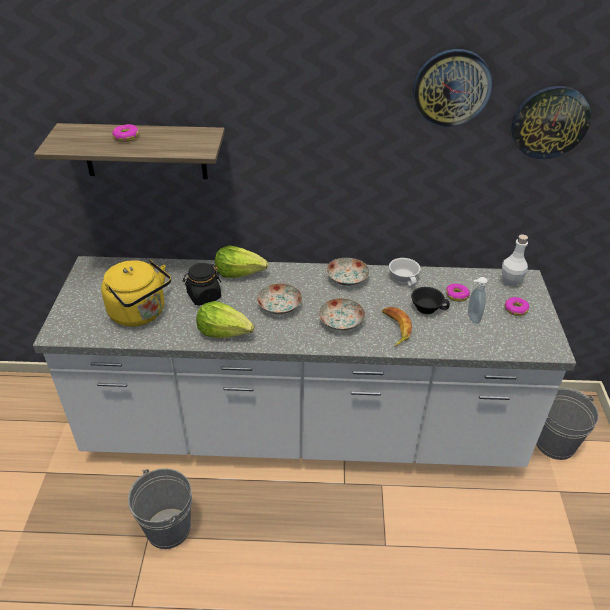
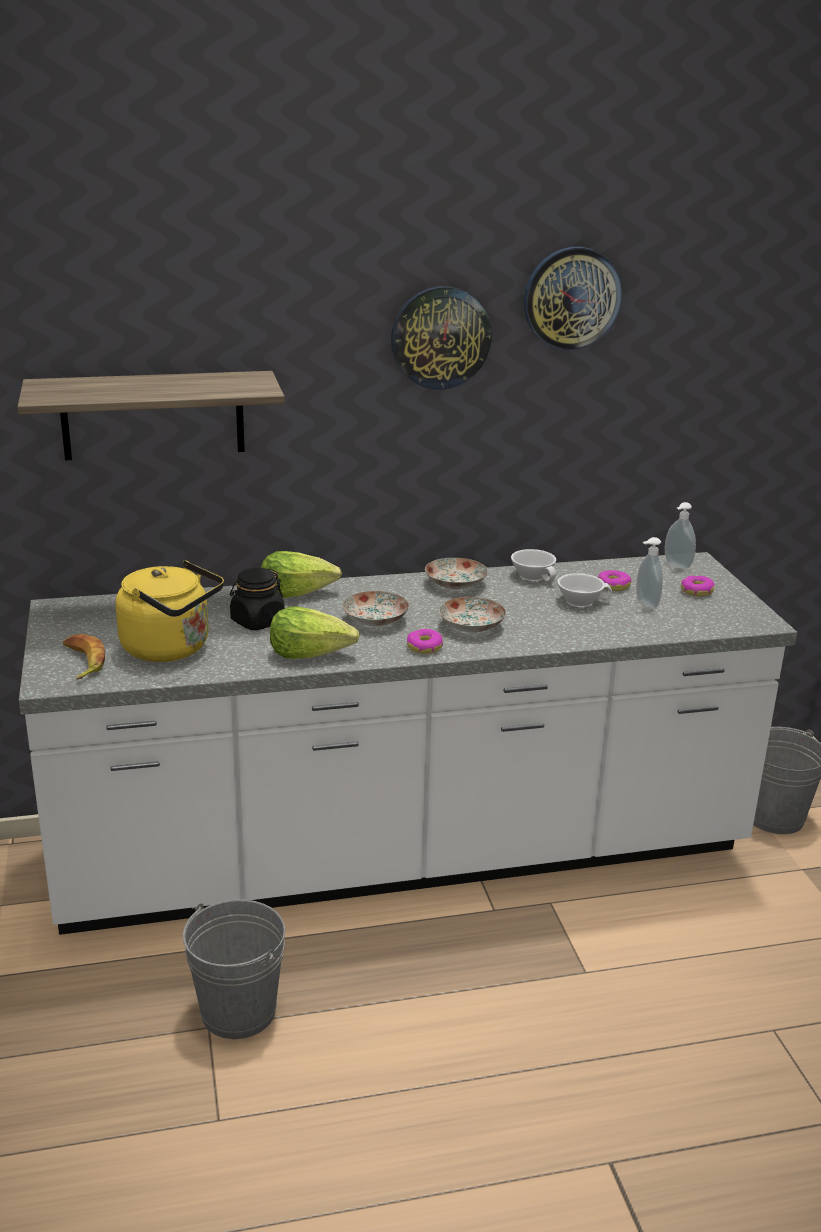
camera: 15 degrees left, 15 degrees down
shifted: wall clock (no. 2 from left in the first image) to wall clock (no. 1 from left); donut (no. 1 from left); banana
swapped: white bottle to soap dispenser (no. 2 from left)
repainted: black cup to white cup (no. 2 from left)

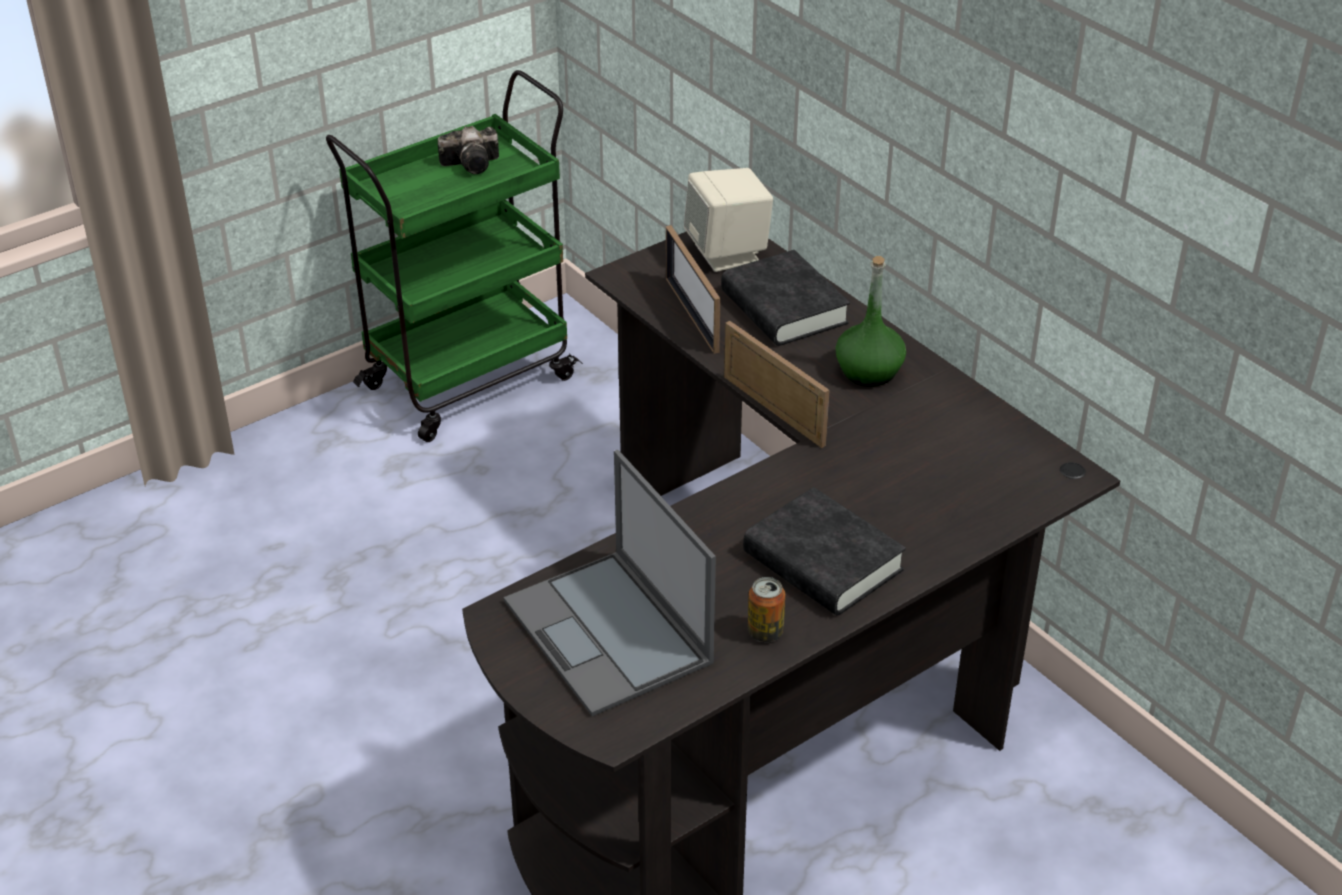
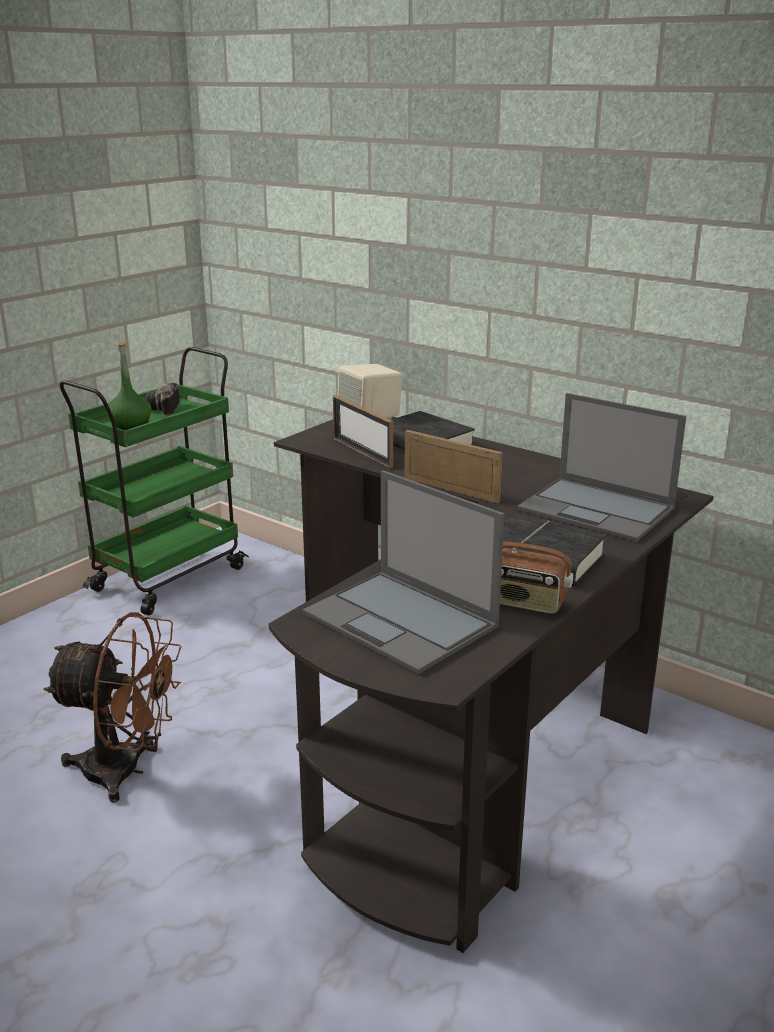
camera: 15 degrees left, 15 degrees down
new: laptop (no. 2 from left); brown fan
shifted: green bottle
swapped: can to radio
rotated: photo camera 120 degrees clockwise

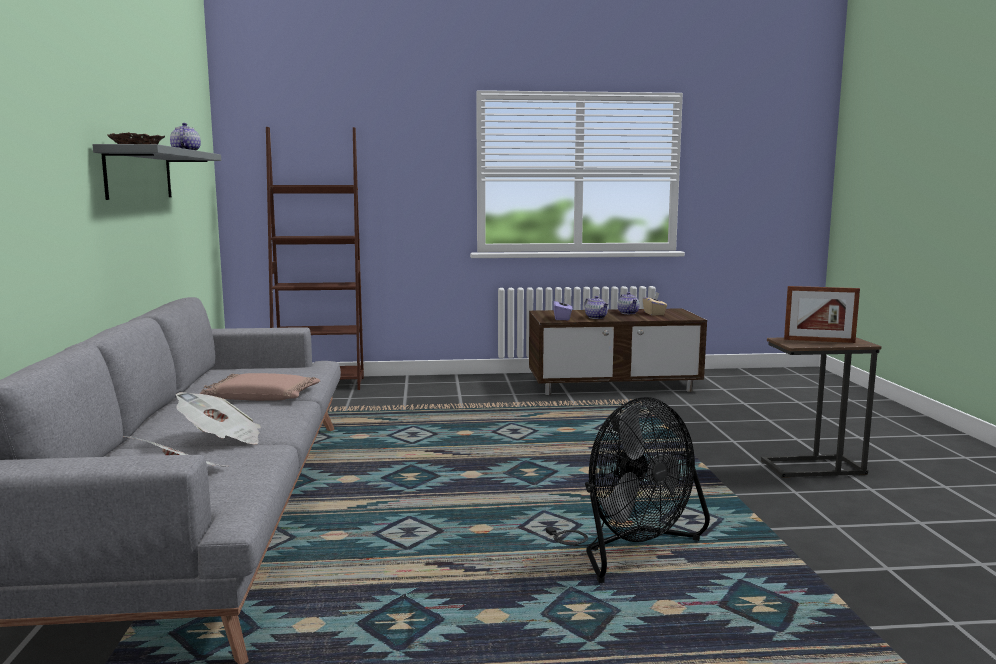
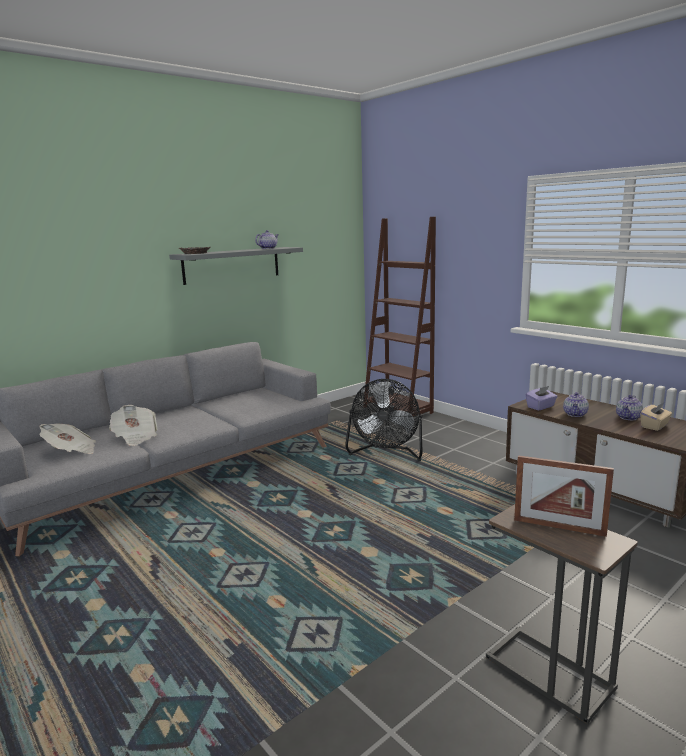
camera: 55 degrees right, 5 degrees up
gone: beige pillow
shifted: black fan
rotated: picture frame 45 degrees counterclockwise

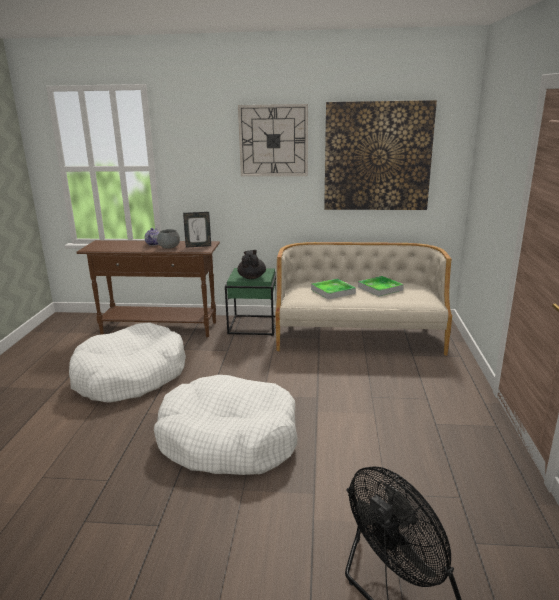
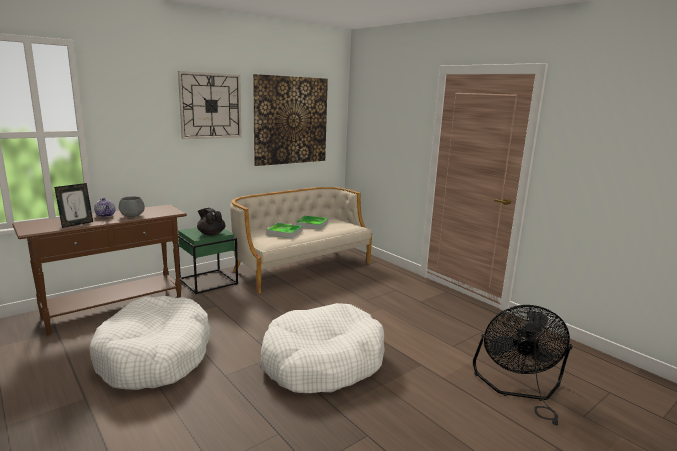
camera: 45 degrees left, 5 degrees down
shifted: picture frame

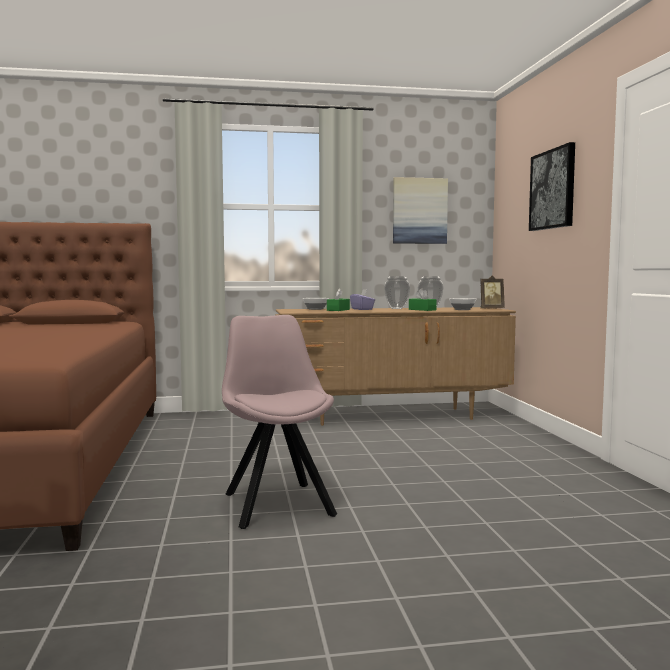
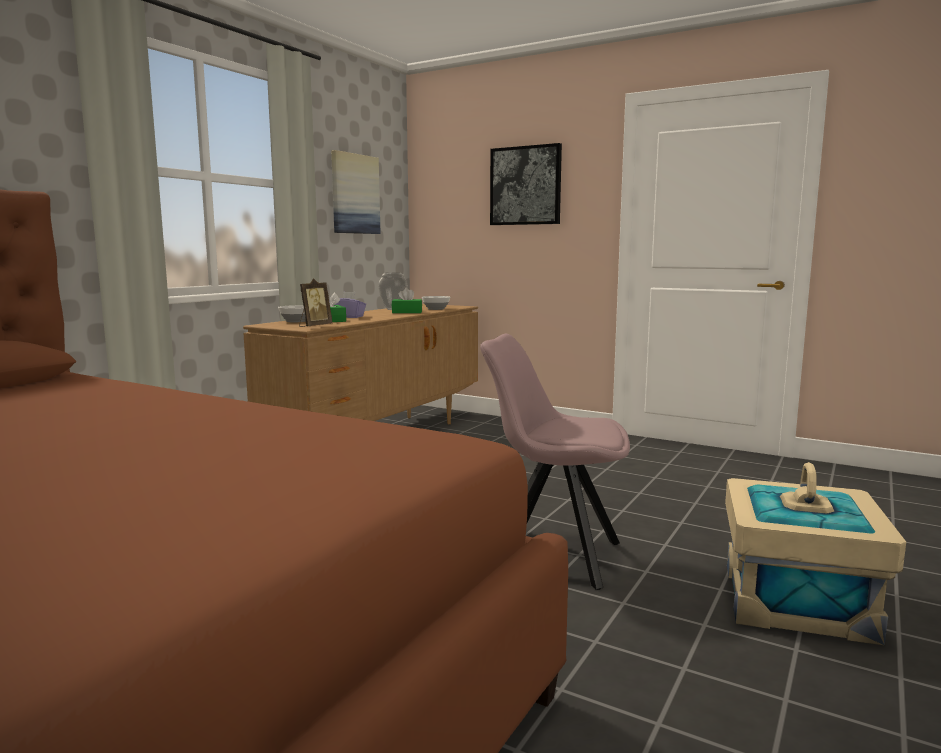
camera: 50 degrees left, 5 degrees up
gone: vase (no. 1 from left)
new: beige storage box
shifted: picture frame

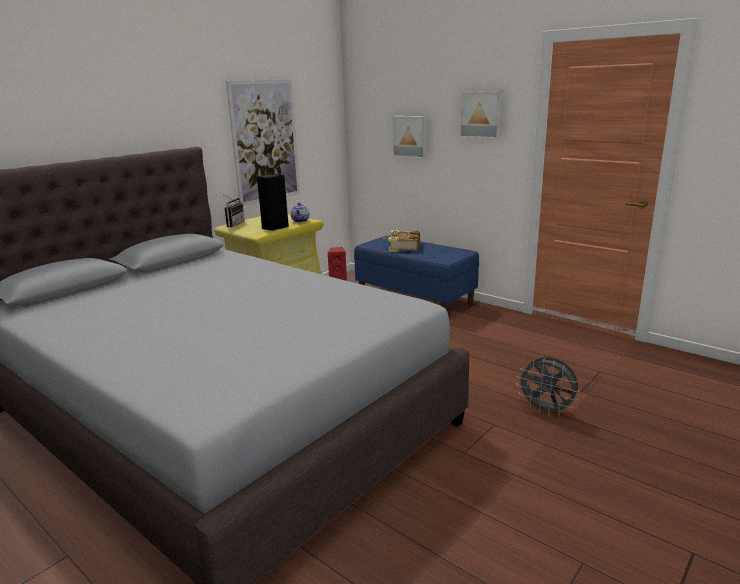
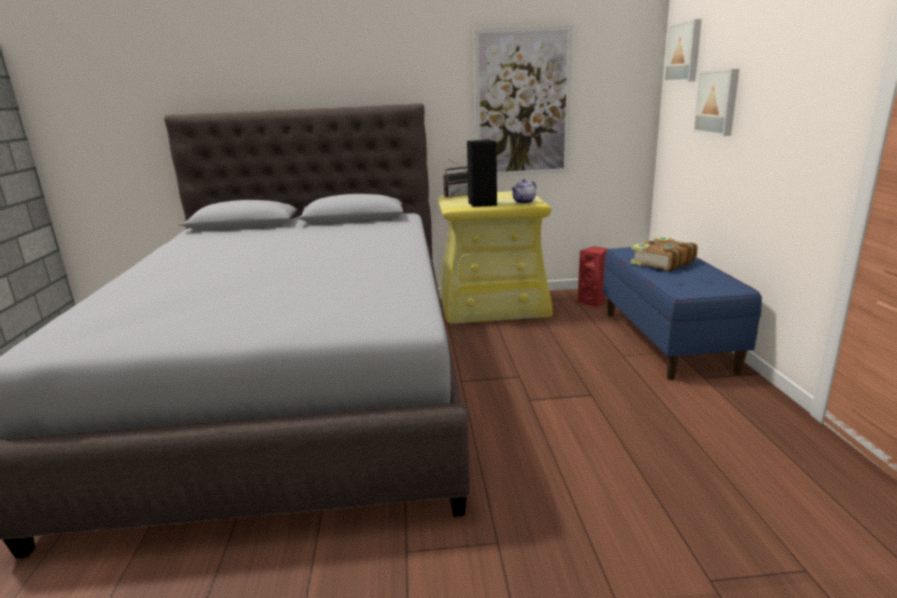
camera: 45 degrees right, 0 degrees up
gone: grey fan
shifted: picture (no. 3 from left in the first image) to picture (no. 2 from left)

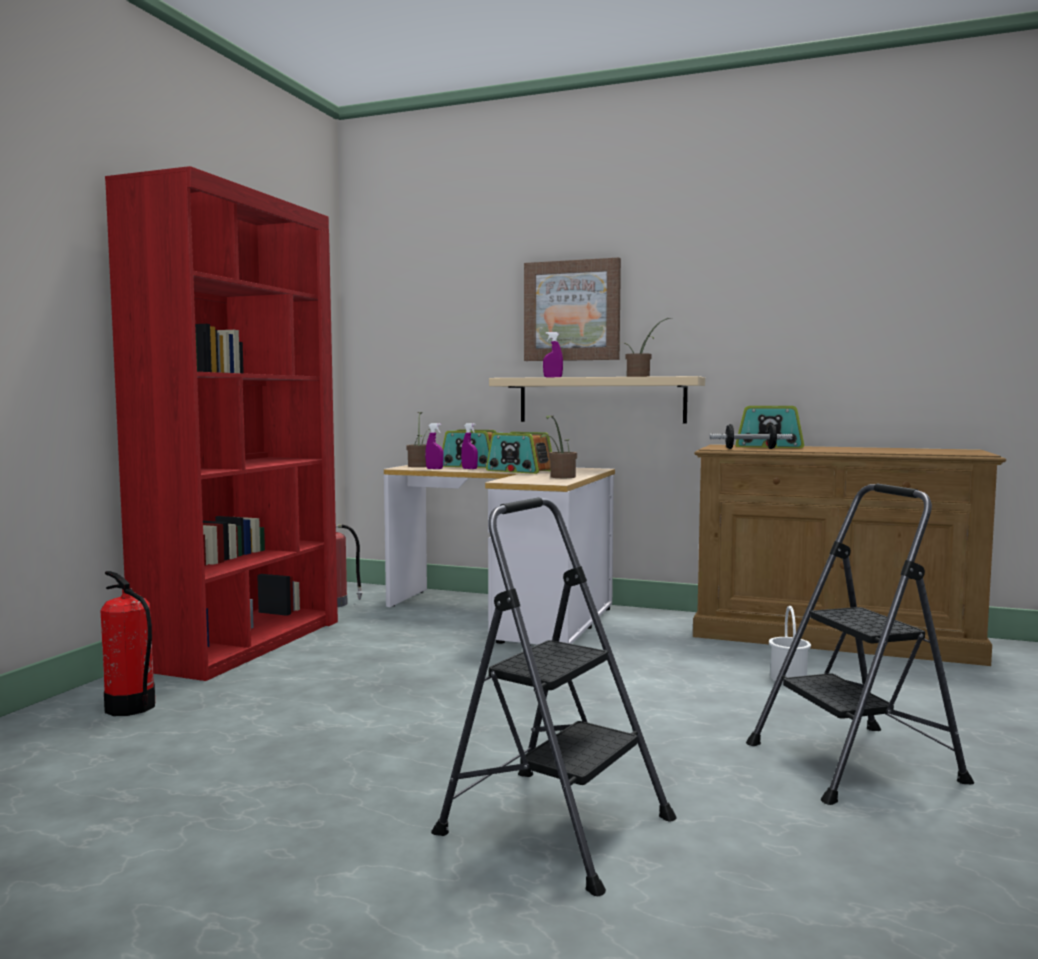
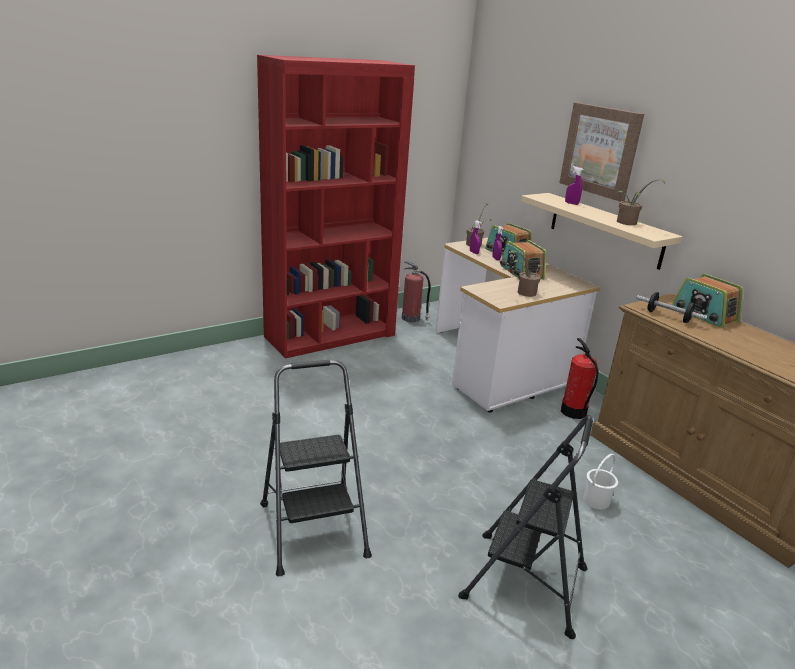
camera: 35 degrees right, 20 degrees up
shifted: fire extinguisher (no. 1 from left in the first image) to fire extinguisher (no. 2 from left)

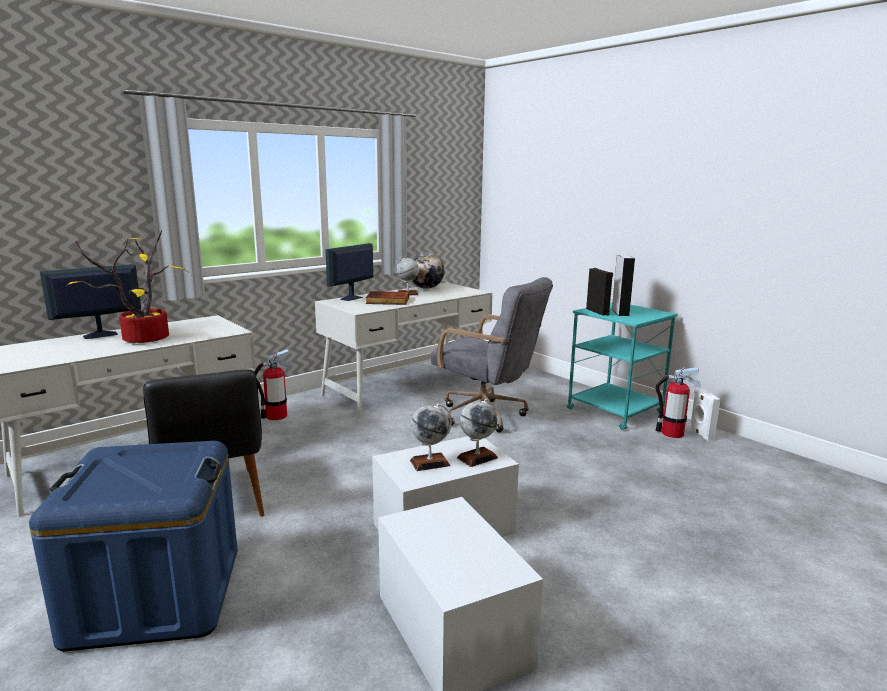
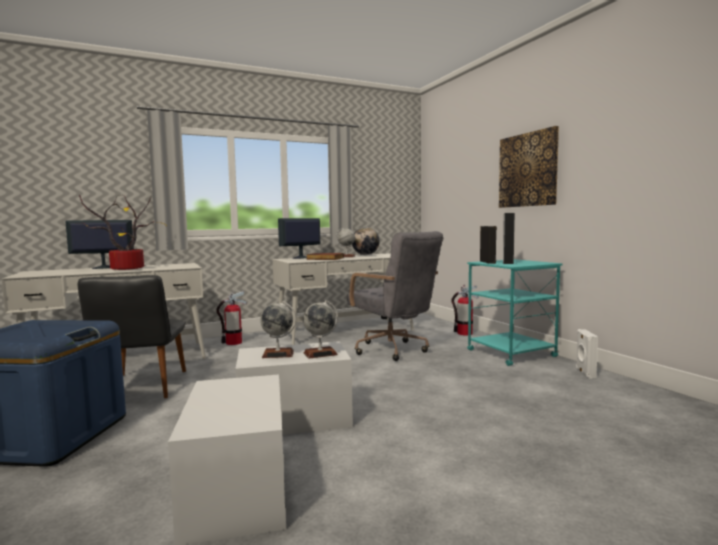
camera: 15 degrees right, 10 degrees down
new: picture
shifted: fire extinguisher (no. 2 from left)

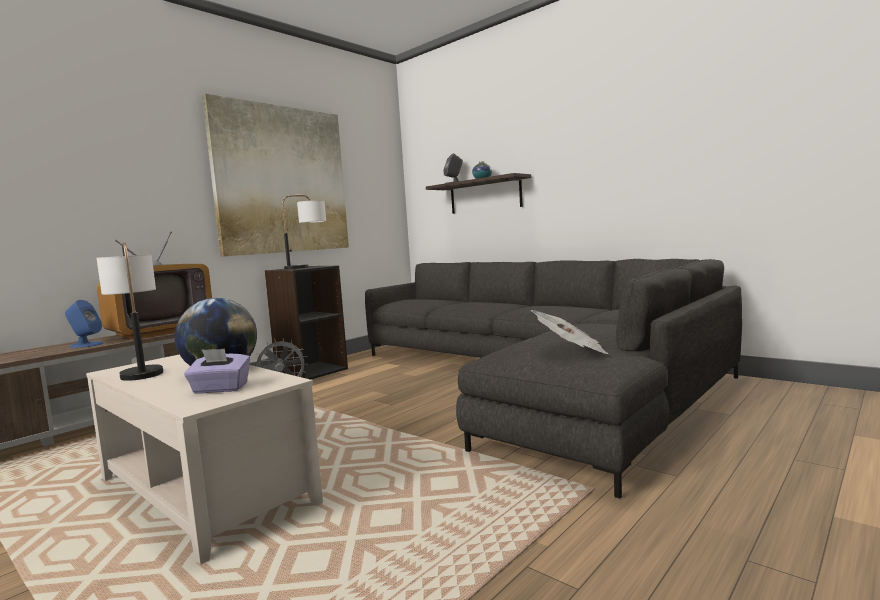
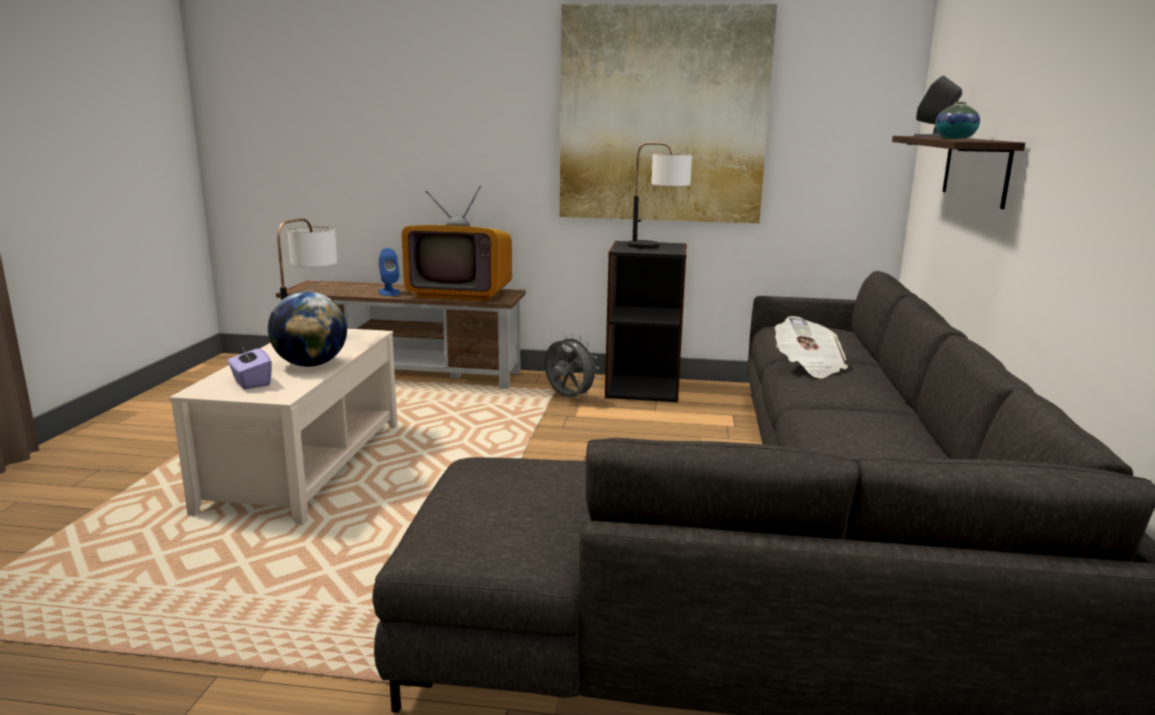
camera: 55 degrees right, 10 degrees up
shifted: newspaper

